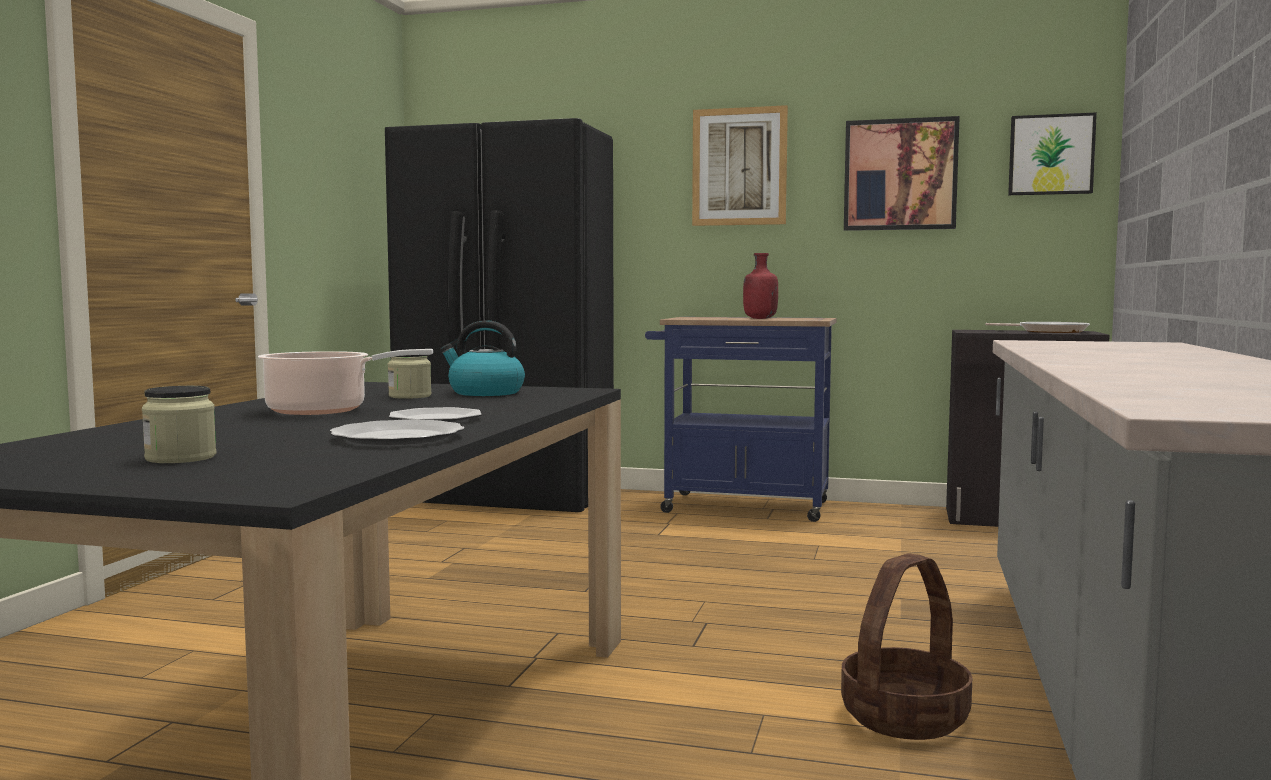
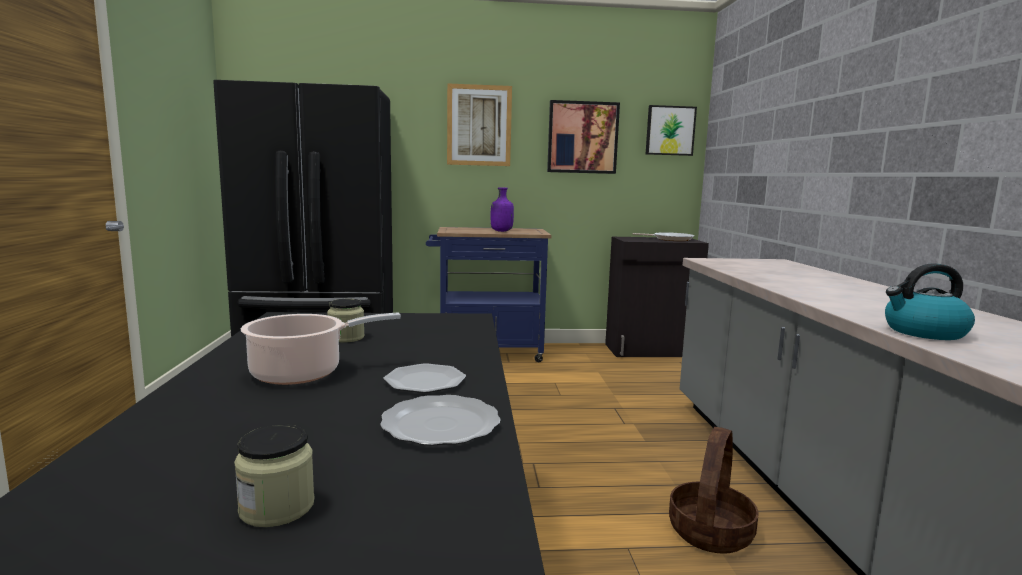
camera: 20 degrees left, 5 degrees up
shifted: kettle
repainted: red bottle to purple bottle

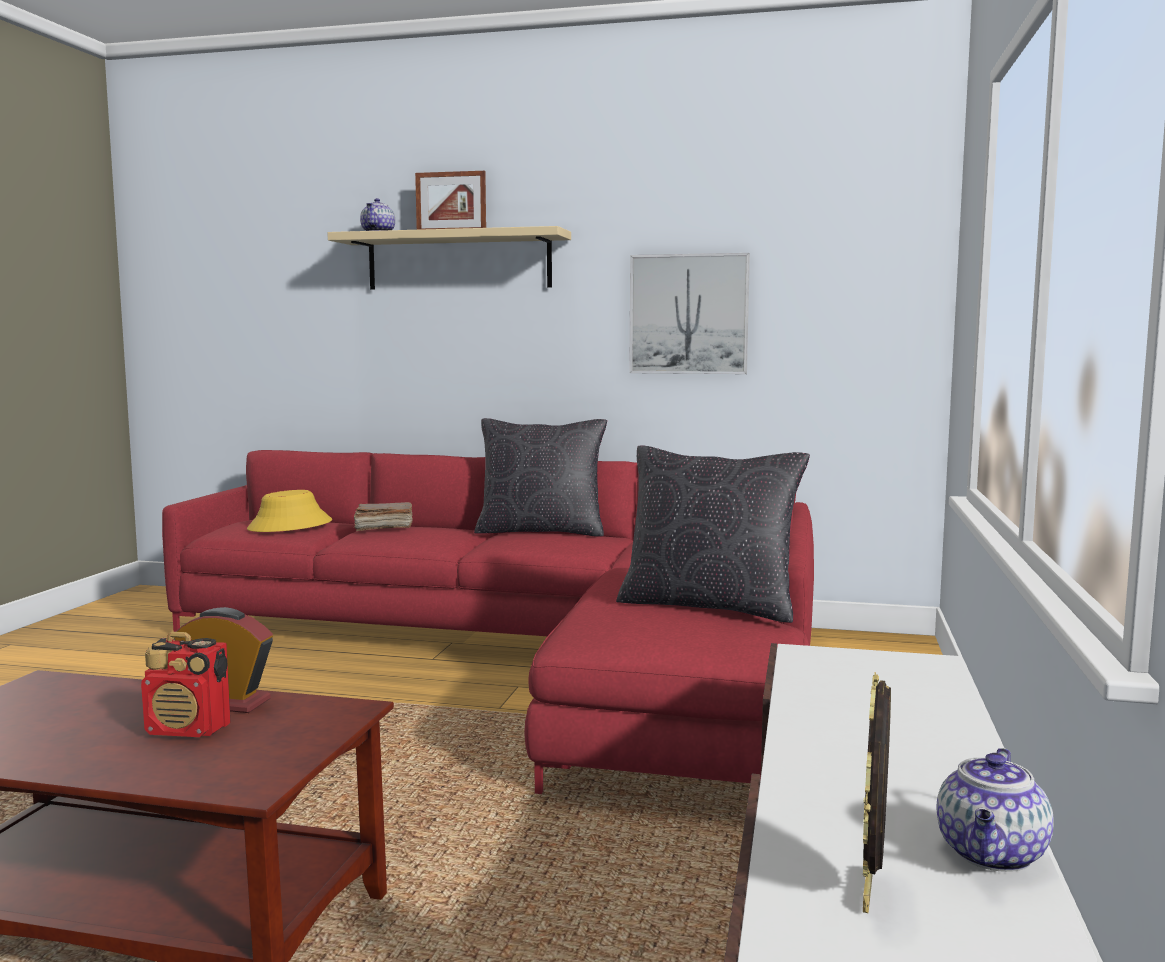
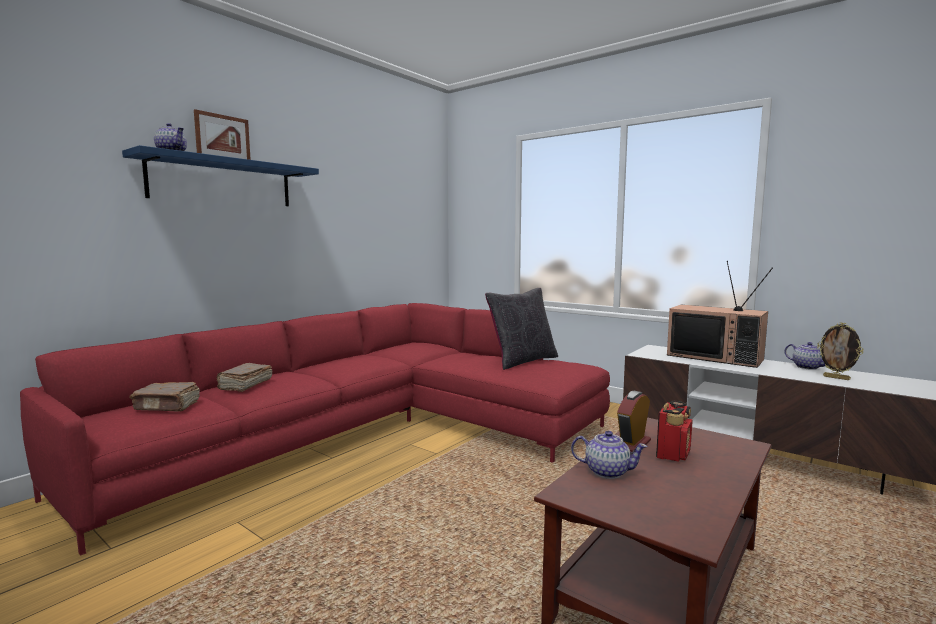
camera: 65 degrees left, 0 degrees up
gone: picture; black pillow (no. 1 from left)
new: television; teapot (no. 2 from left)
swapped: yellow hat to brown book (no. 1 from left)
repainted: beige shelf to blue shelf

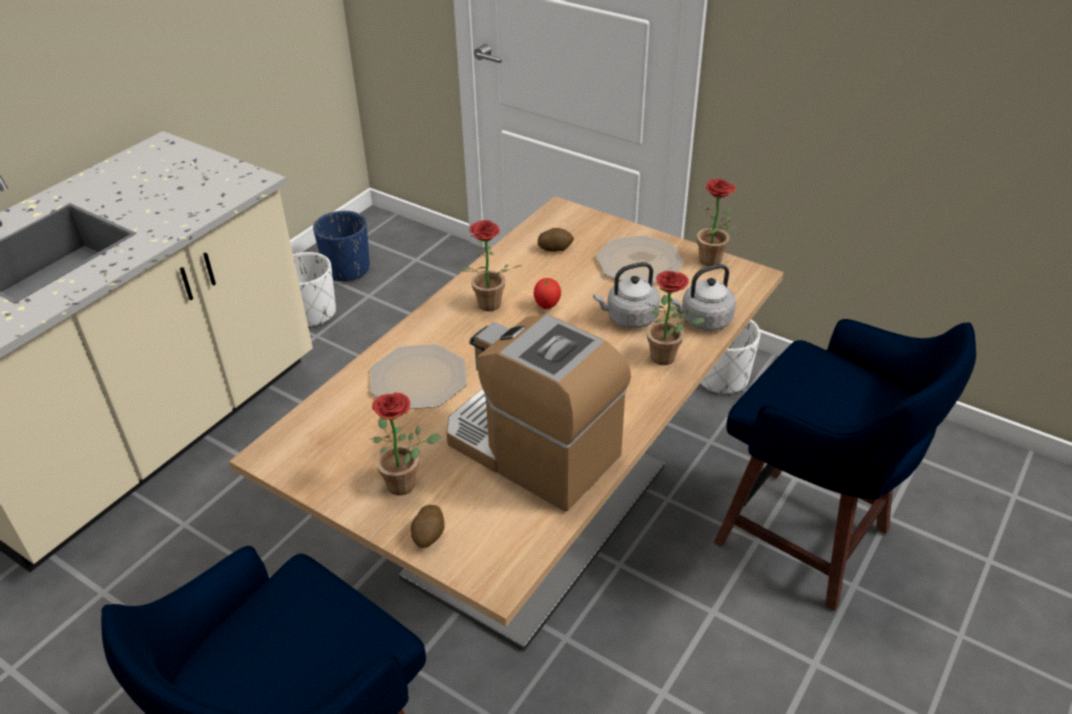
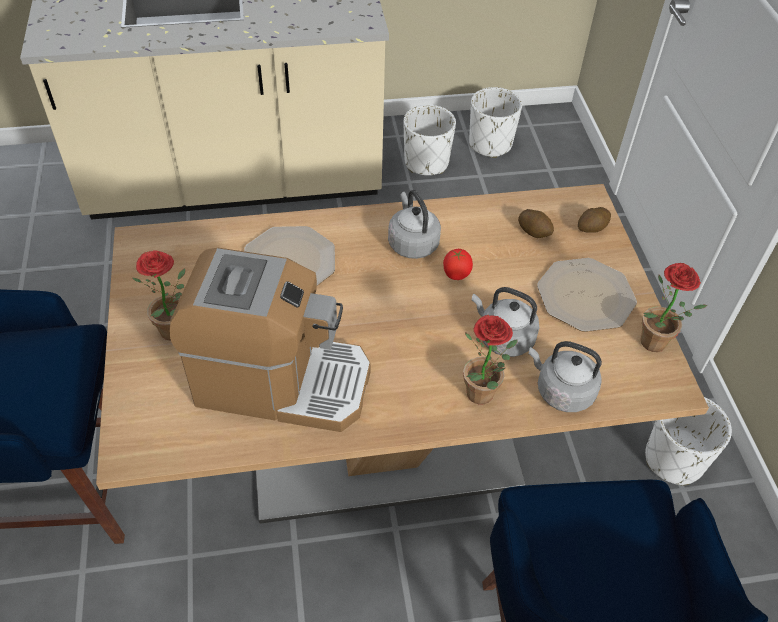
camera: 45 degrees right, 10 degrees up
shifted: potato (no. 1 from left in the first image) to potato (no. 2 from left)
swapped: potted plant (no. 2 from left) to grey kettle (no. 1 from left)
repainted: blue planter to white planter (no. 2 from left)
rotated: coffee machine 105 degrees clockwise

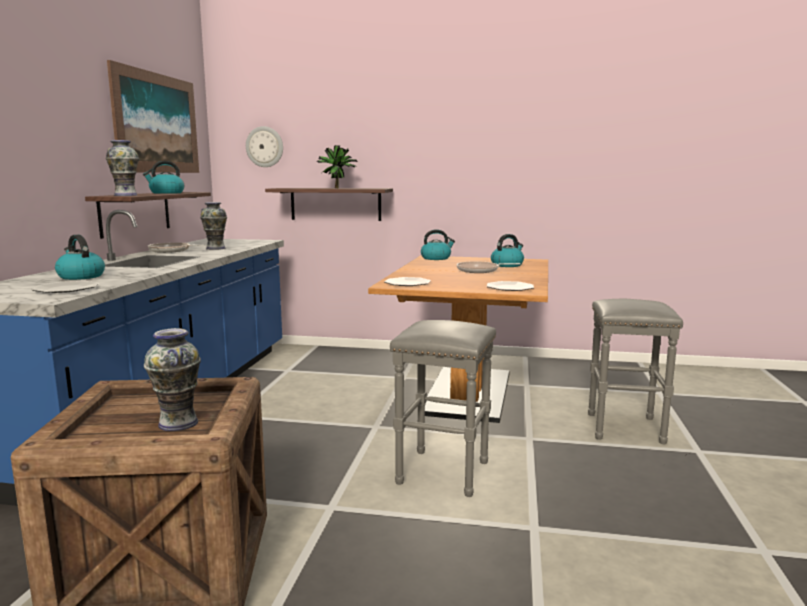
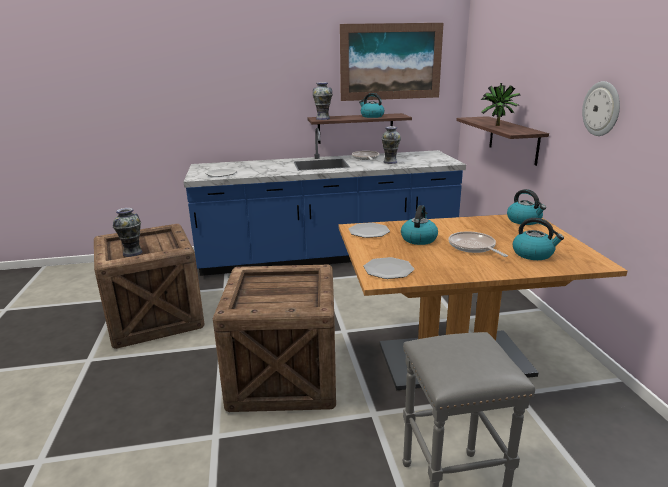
camera: 70 degrees right, 10 degrees up
shifted: wall clock; kettle (no. 1 from left in the first image) to kettle (no. 2 from left)
swapped: grey stool (no. 1 from left) to crate (no. 2 from left)

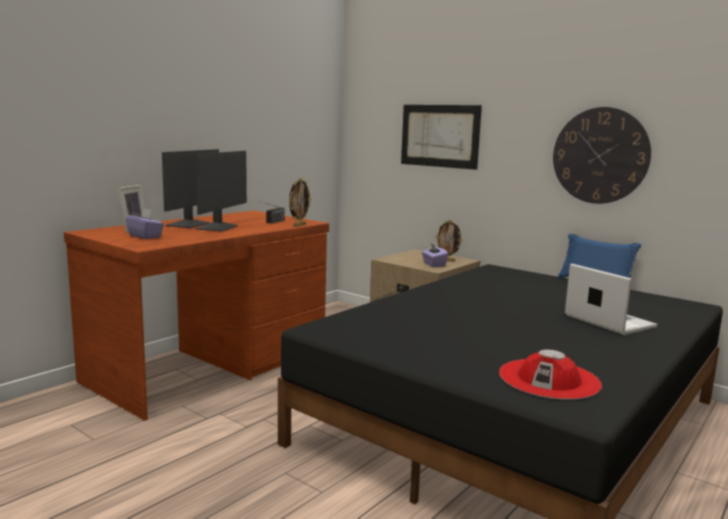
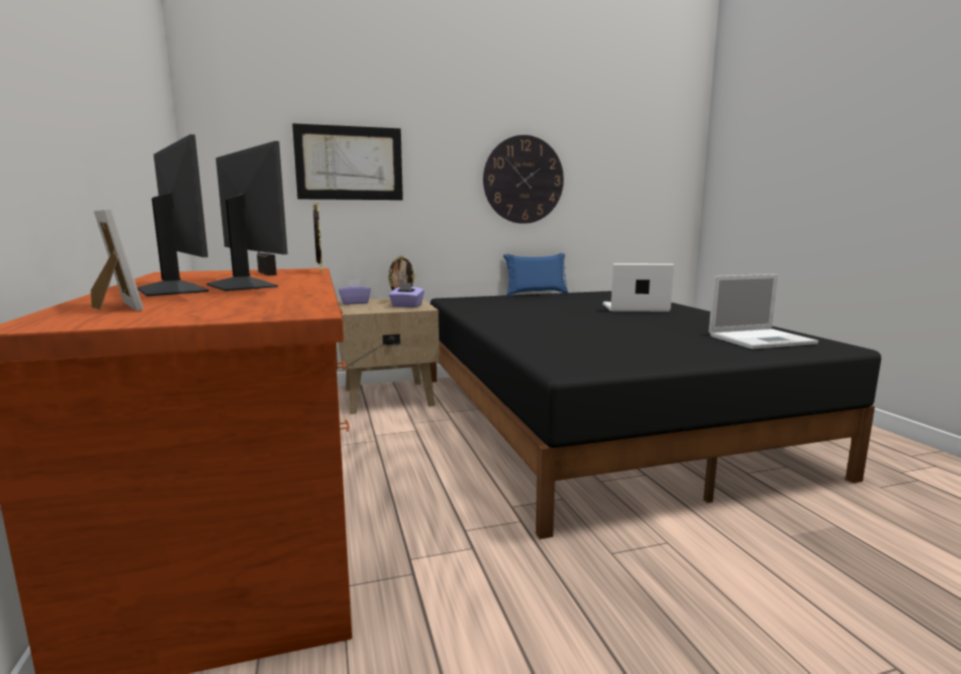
camera: 55 degrees left, 0 degrees up
shifted: purple tissue box (no. 1 from left)
swapped: red hat to laptop (no. 2 from left)

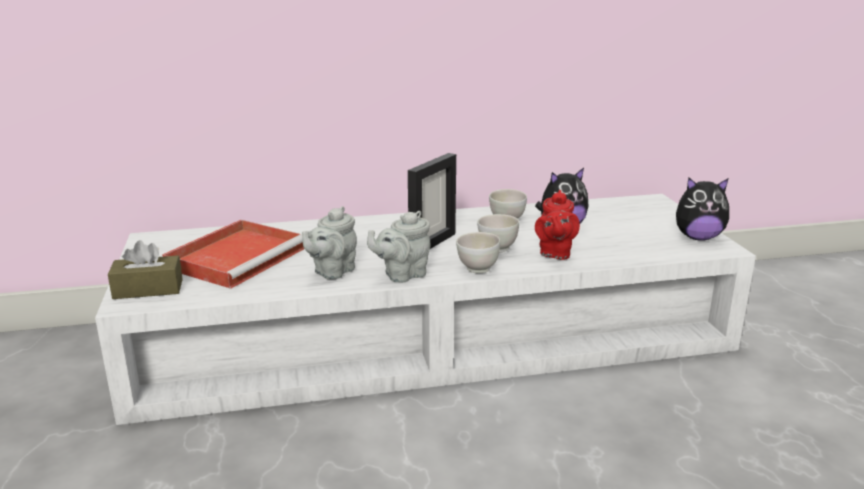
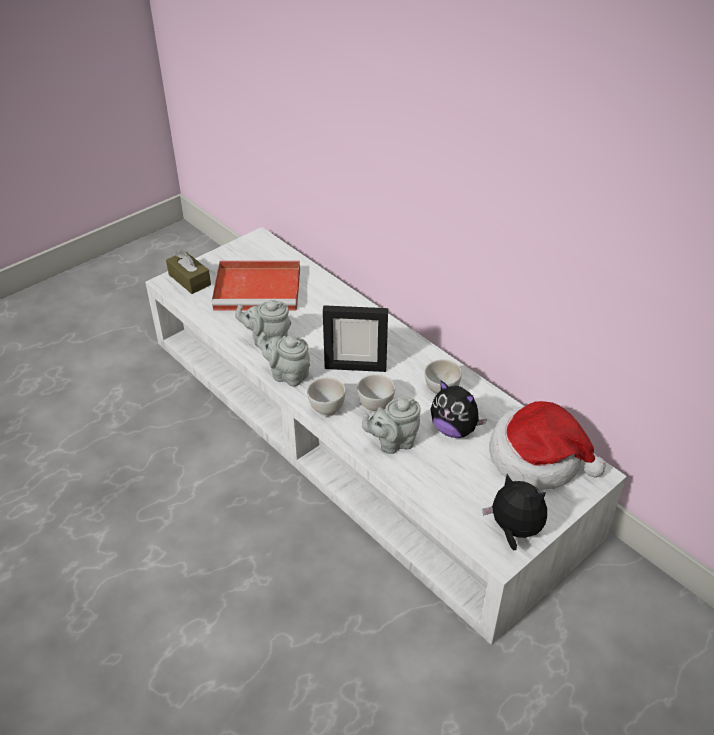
camera: 60 degrees right, 20 degrees up
new: hat
repainted: red teapot to grey teapot (no. 3 from left)
rotated: plush toy (no. 2 from left) 150 degrees clockwise

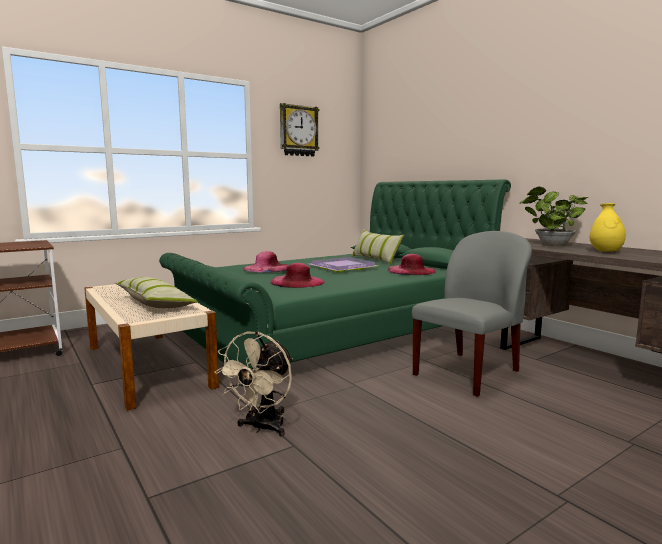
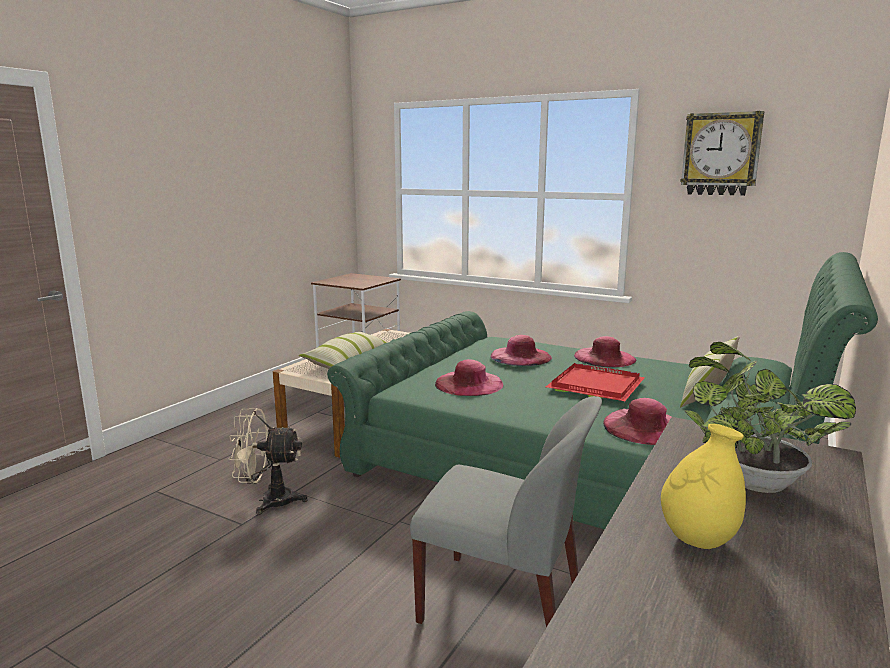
camera: 65 degrees right, 5 degrees up
new: pink hat (no. 3 from left)
repainted: purple tray to red tray

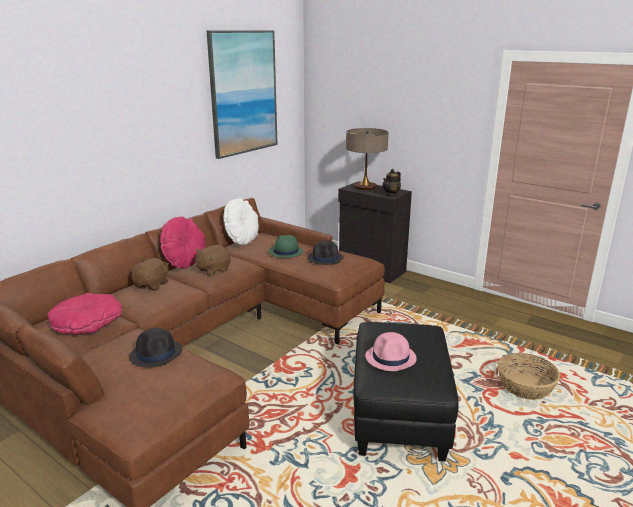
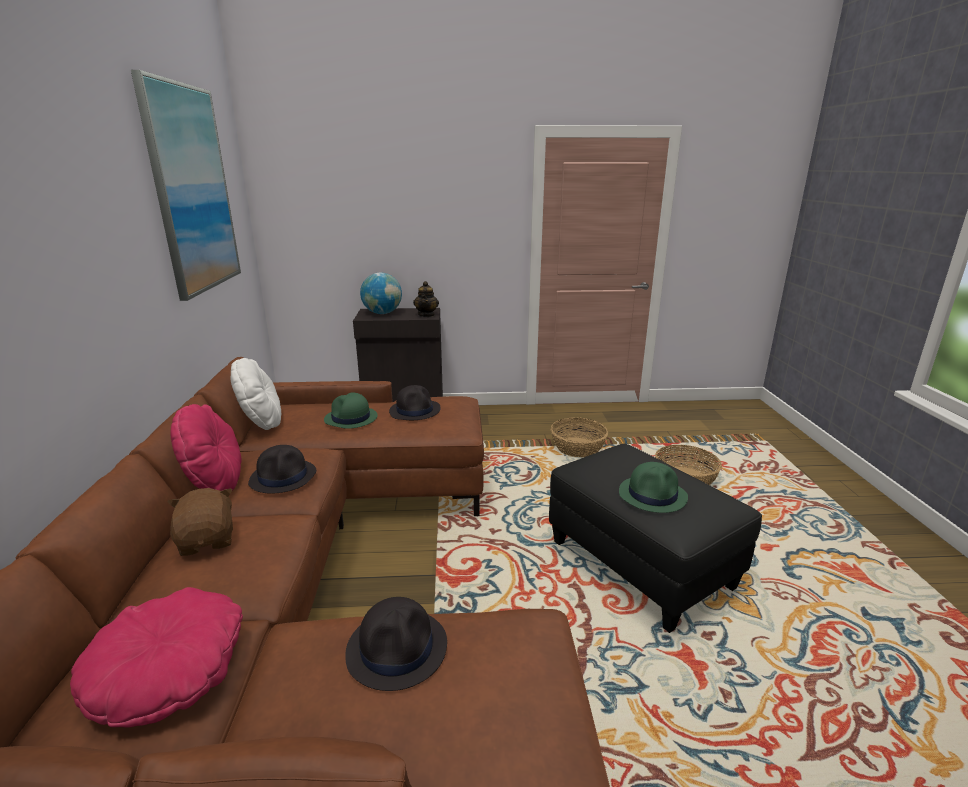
camera: 40 degrees left, 0 degrees up
new: basket (no. 1 from left)
swapped: table lamp to globe; brown plush toy (no. 2 from left) to black hat (no. 1 from left)
repainted: pink hat to green hat (no. 2 from left)

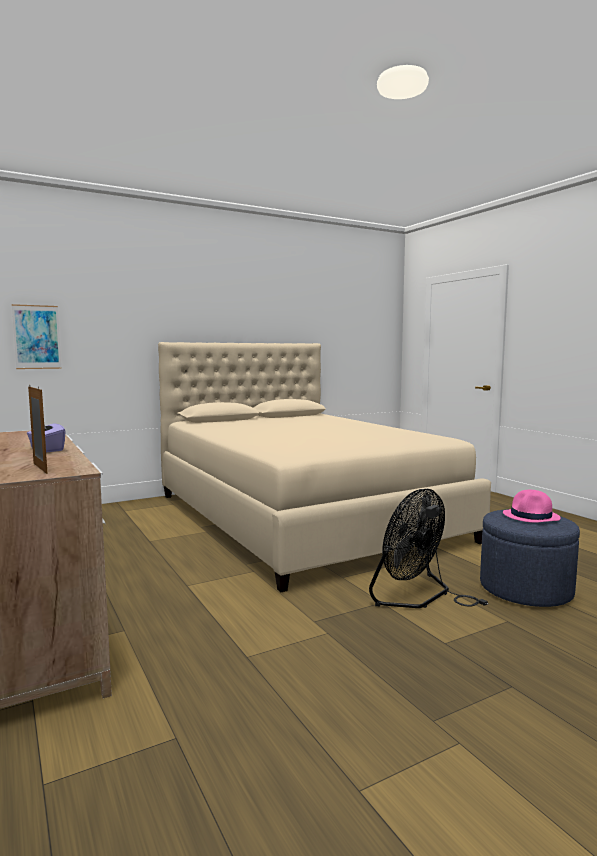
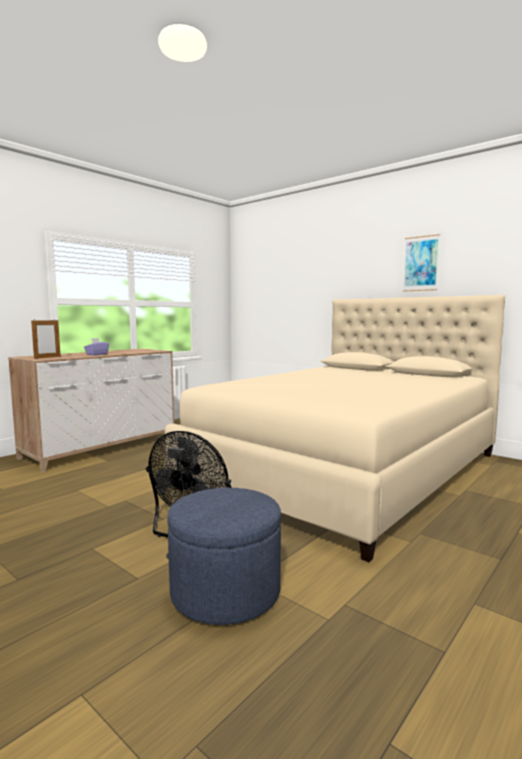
camera: 70 degrees right, 0 degrees up
gone: pink hat
shifted: picture

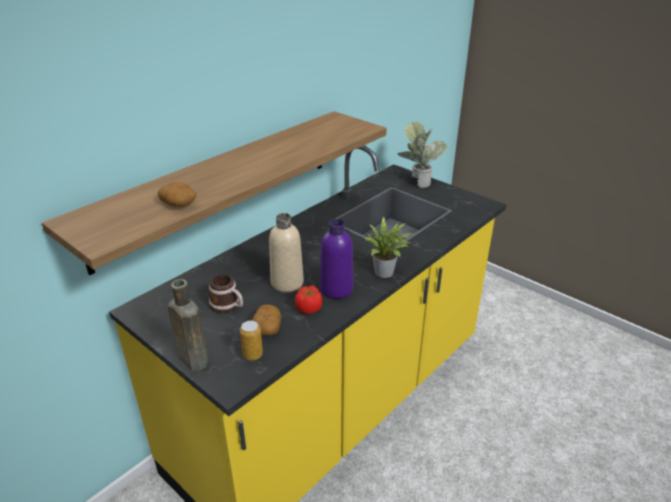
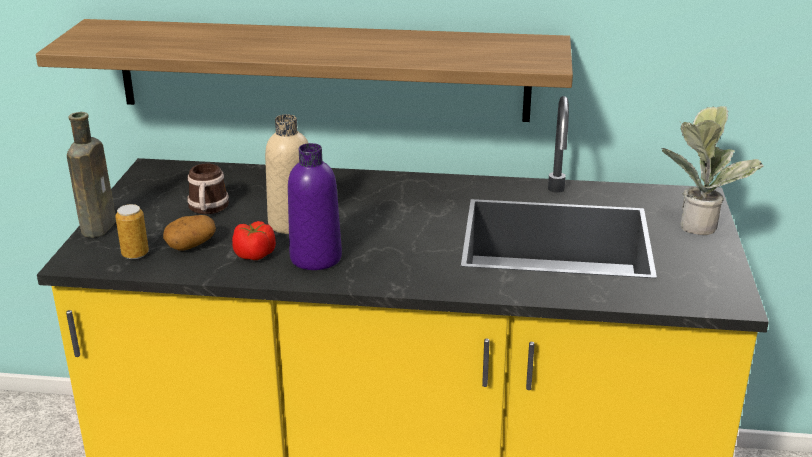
camera: 55 degrees right, 5 degrees down
gone: potato (no. 1 from left); potted plant (no. 1 from left)

